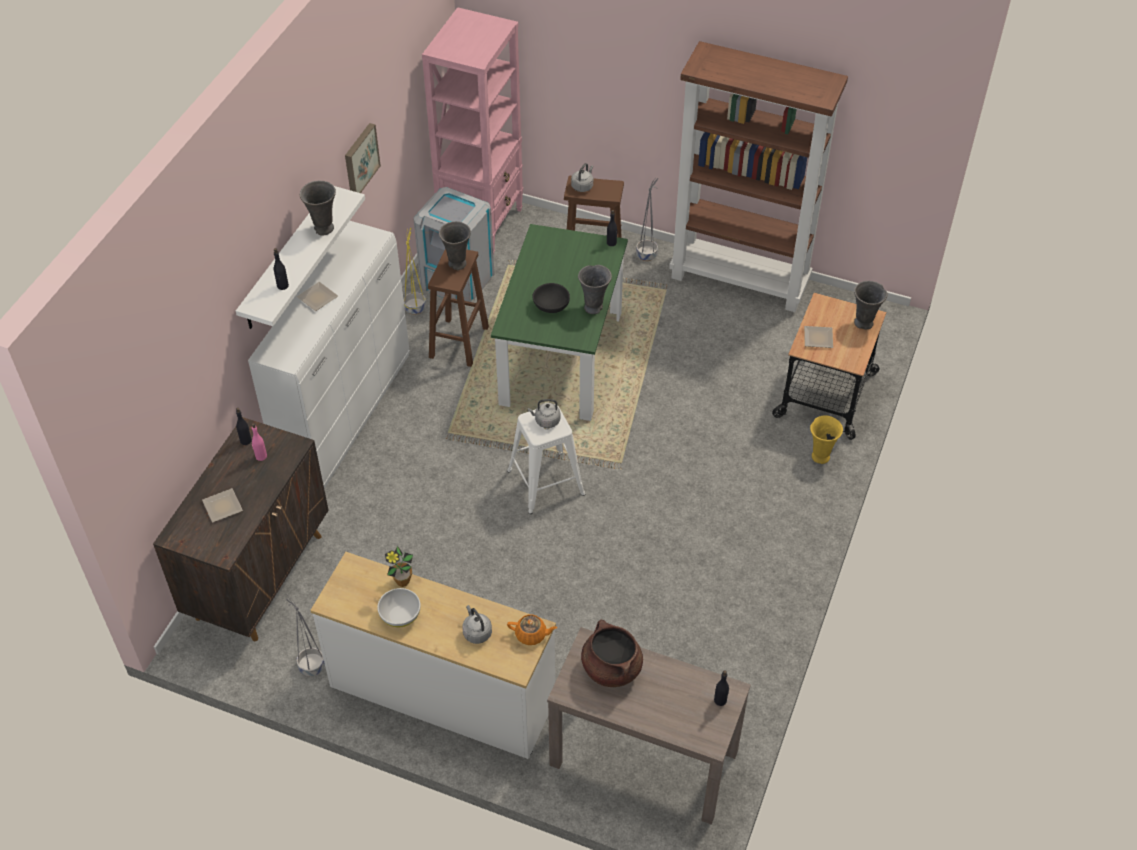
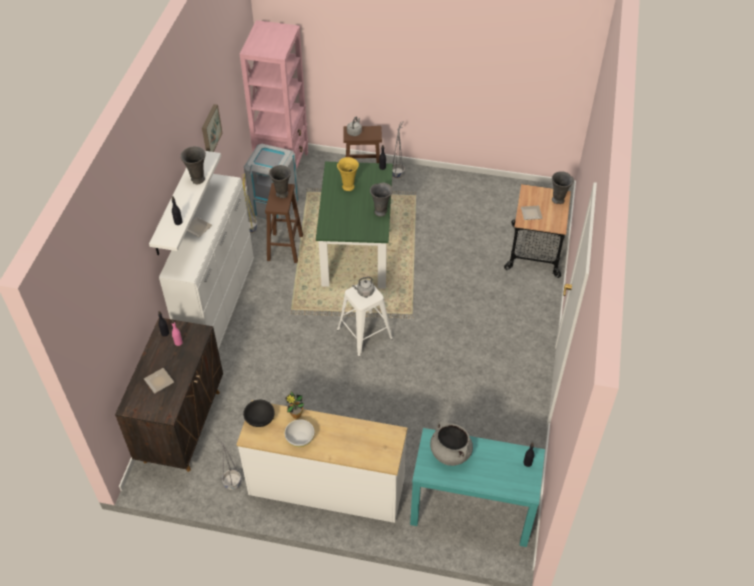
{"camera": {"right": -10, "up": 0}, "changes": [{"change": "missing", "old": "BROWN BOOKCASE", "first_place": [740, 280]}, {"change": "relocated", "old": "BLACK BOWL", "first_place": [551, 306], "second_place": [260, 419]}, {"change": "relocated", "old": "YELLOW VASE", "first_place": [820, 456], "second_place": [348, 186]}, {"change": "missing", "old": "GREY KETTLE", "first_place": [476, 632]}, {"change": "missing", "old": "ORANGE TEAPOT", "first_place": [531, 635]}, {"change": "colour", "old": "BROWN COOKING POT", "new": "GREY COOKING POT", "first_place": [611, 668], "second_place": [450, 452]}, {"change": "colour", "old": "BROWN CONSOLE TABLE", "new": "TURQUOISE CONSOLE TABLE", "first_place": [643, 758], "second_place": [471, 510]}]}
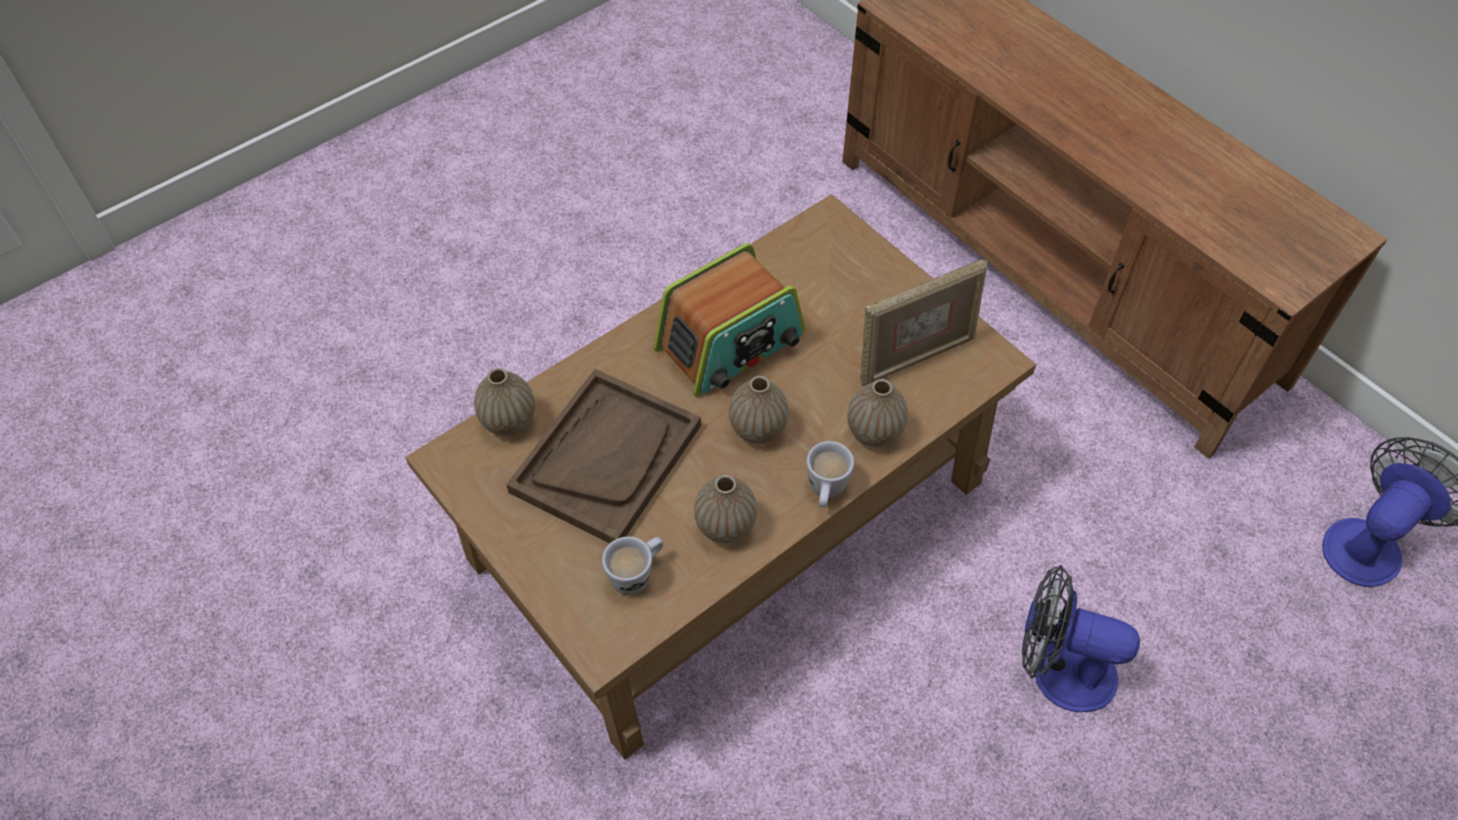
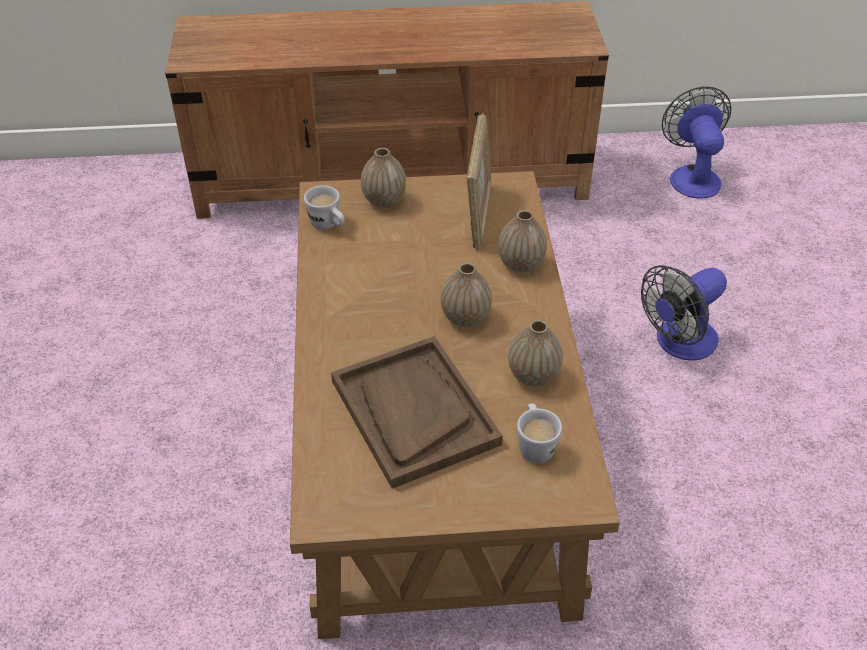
{"camera": {"right": -55, "up": -10}, "changes": [{"change": "missing", "old": "RADIO", "first_place": [731, 343]}, {"change": "relocated", "old": "VASE", "first_place": [509, 421], "second_place": [384, 200]}, {"change": "relocated", "old": "WHITE MUG", "first_place": [826, 492], "second_place": [328, 226]}]}
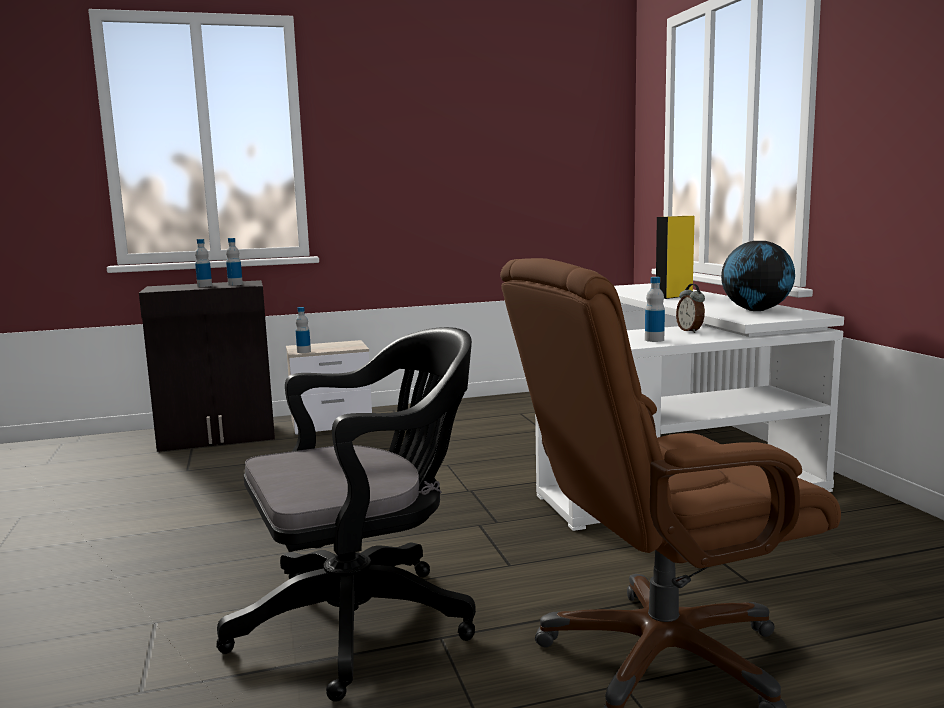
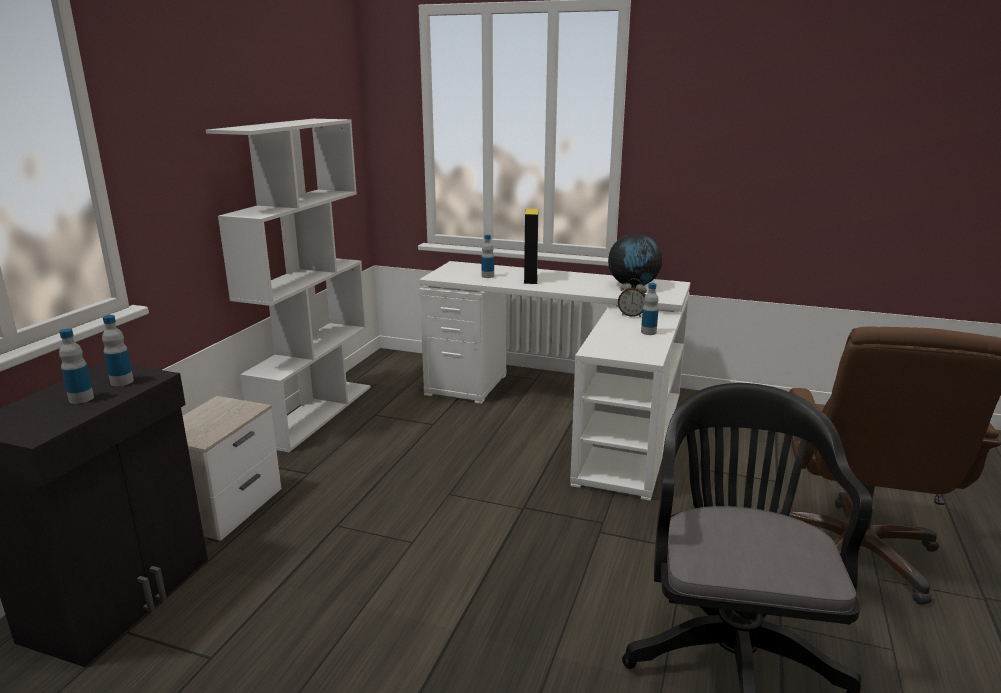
{"camera": {"right": -55, "up": 10}, "changes": [{"change": "relocated", "old": "BOTTLE", "first_place": [304, 352], "second_place": [487, 276]}, {"change": "appeared", "new": "WHITE BOOKCASE", "second_place": [315, 413]}]}
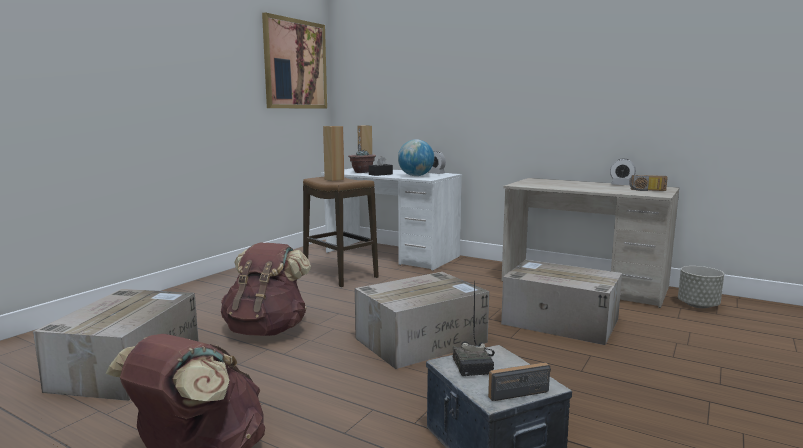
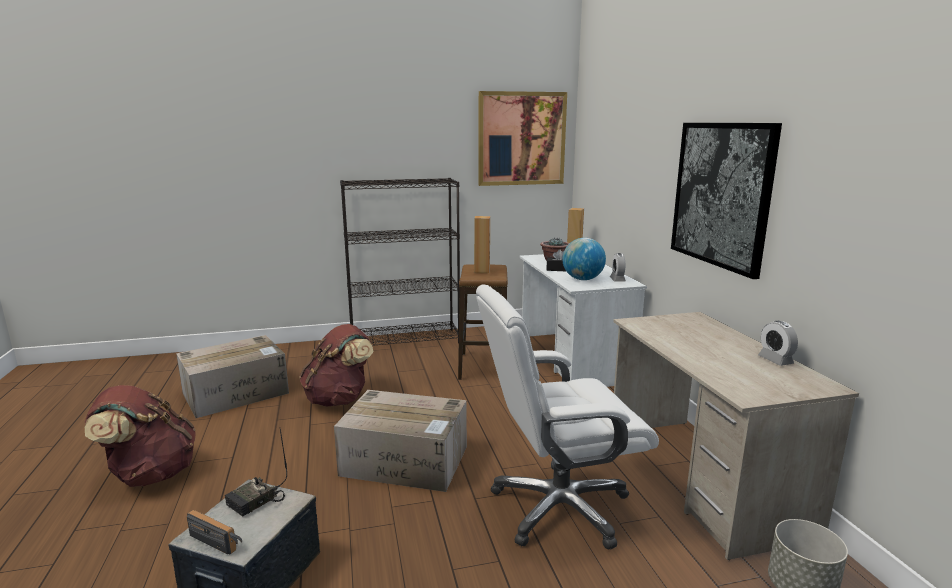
{"camera": {"right": 45, "up": 5}, "changes": [{"change": "missing", "old": "RADIO", "first_place": [647, 190]}, {"change": "exchanged", "old": "CARDBOARD BOX", "new": "WHITE OFFICE CHAIR", "first_place": [558, 321], "second_place": [558, 507]}, {"change": "appeared", "new": "PICTURE", "second_place": [721, 194]}, {"change": "appeared", "new": "BLACK BOOKCASE", "second_place": [405, 340]}]}
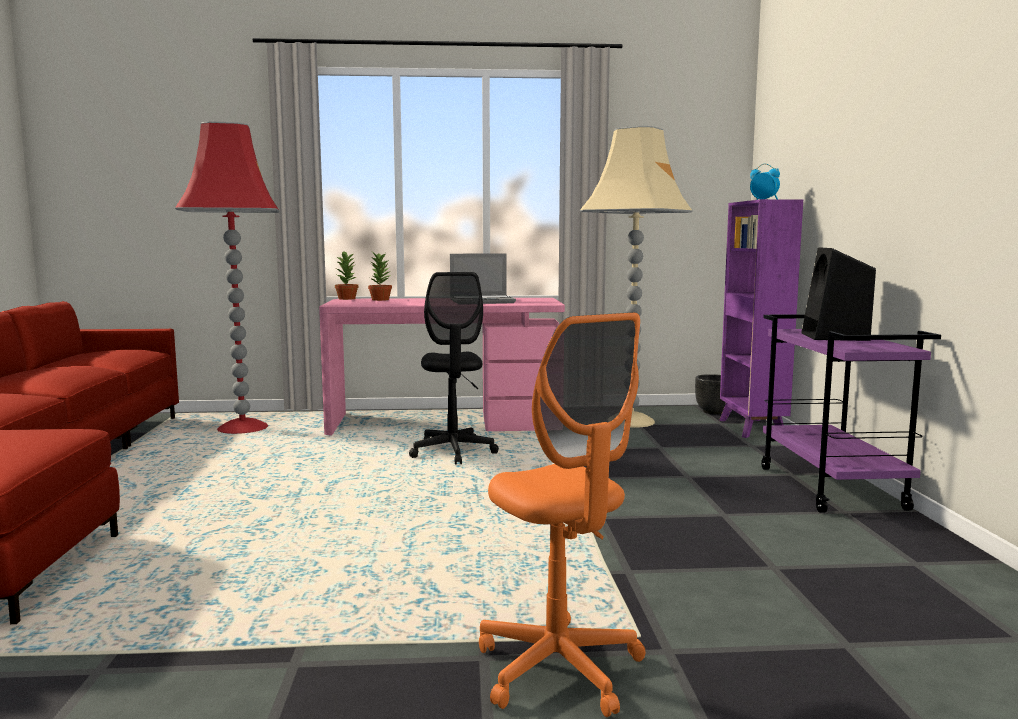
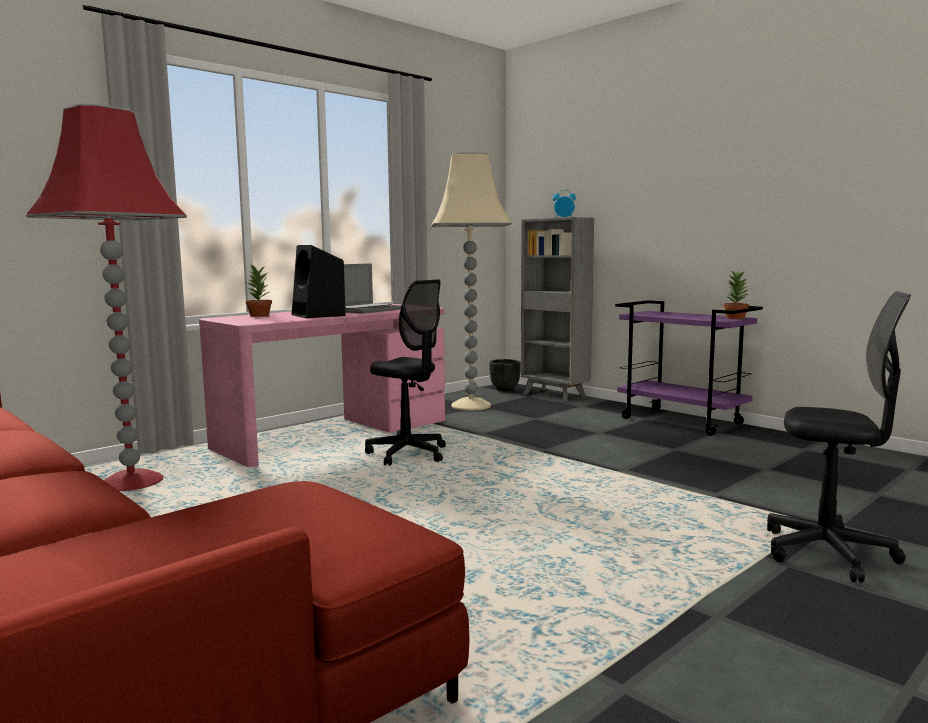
{"camera": {"right": -40, "up": 0}, "changes": [{"change": "colour", "old": "PURPLE BOOKCASE", "new": "GREY BOOKCASE", "first_place": [751, 428], "second_place": [555, 396]}, {"change": "relocated", "old": "BLACK SPEAKER", "first_place": [835, 337], "second_place": [319, 315]}, {"change": "relocated", "old": "POTTED PLANT", "first_place": [347, 298], "second_place": [735, 318]}, {"change": "colour", "old": "ORANGE OFFICE CHAIR", "new": "BLACK OFFICE CHAIR", "first_place": [559, 669], "second_place": [828, 553]}]}
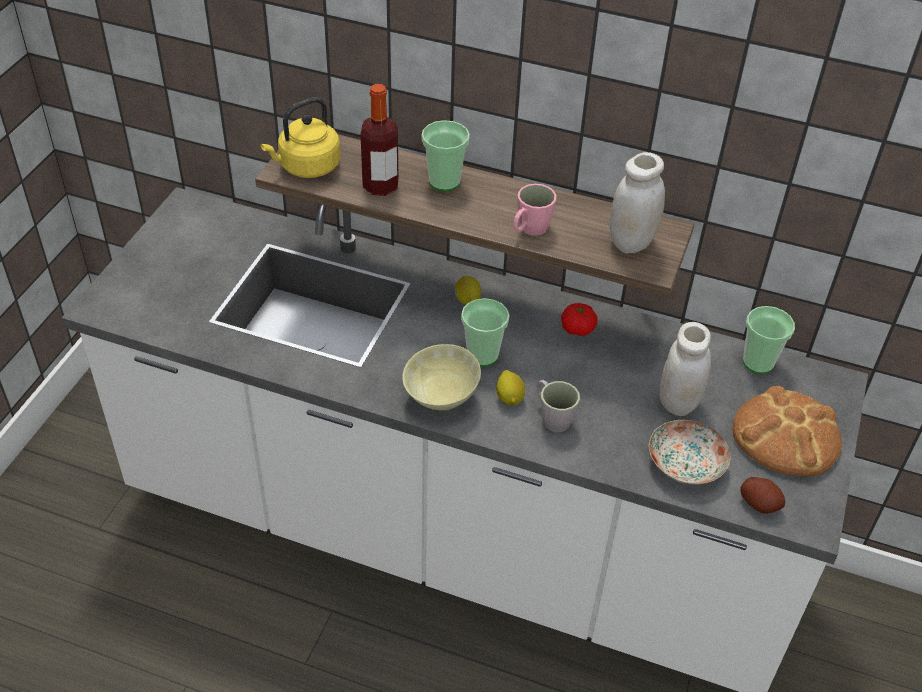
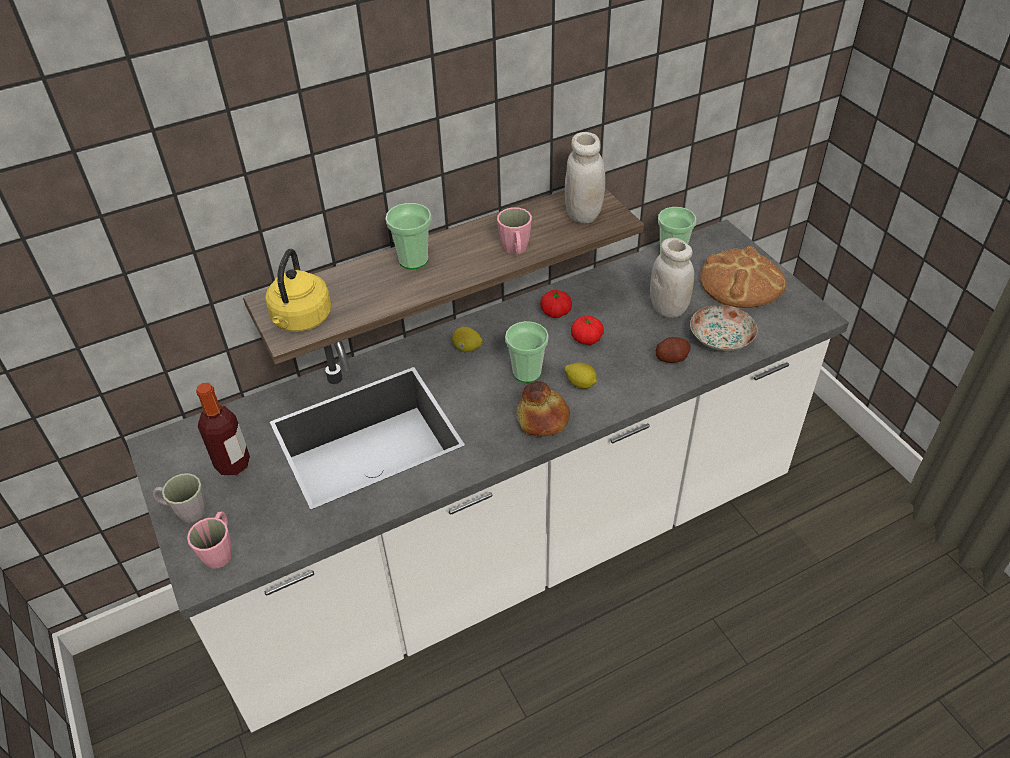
{"camera": {"right": -45, "up": 0}, "changes": [{"change": "relocated", "old": "BOTTLE", "first_place": [380, 186], "second_place": [233, 464]}, {"change": "exchanged", "old": "BEIGE BOWL", "new": "BREAD", "first_place": [440, 397], "second_place": [542, 419]}, {"change": "relocated", "old": "GREY MUG", "first_place": [552, 417], "second_place": [185, 510]}, {"change": "relocated", "old": "POTATO", "first_place": [759, 503], "second_place": [671, 358]}, {"change": "appeared", "new": "TOMATO", "second_place": [586, 338]}, {"change": "appeared", "new": "PINK MUG", "second_place": [220, 550]}]}
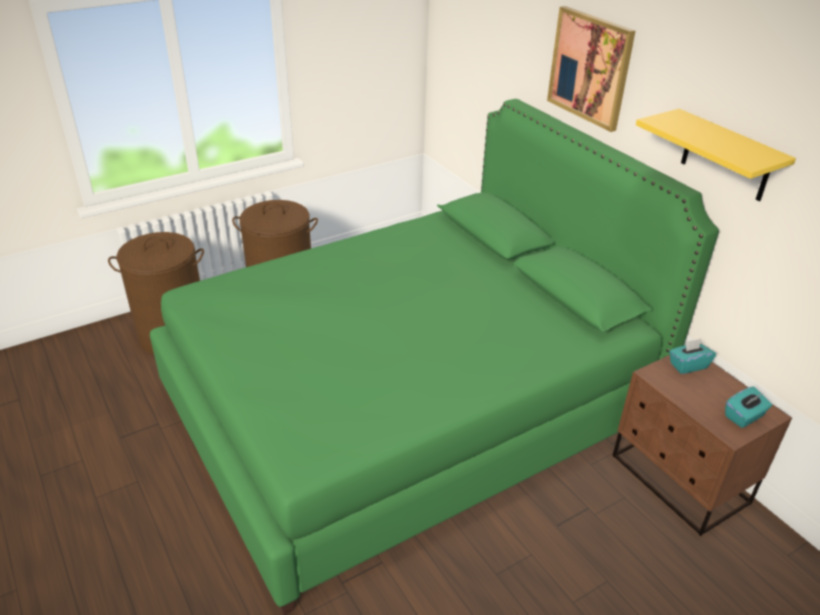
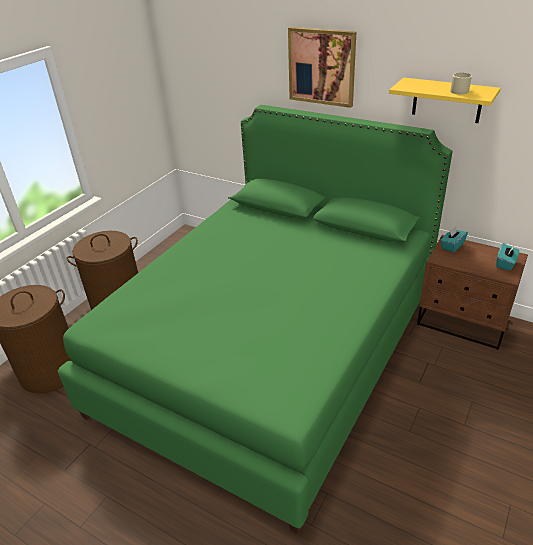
{"camera": {"right": -25, "up": 0}, "changes": [{"change": "appeared", "new": "BEIGE MUG", "second_place": [461, 91]}]}
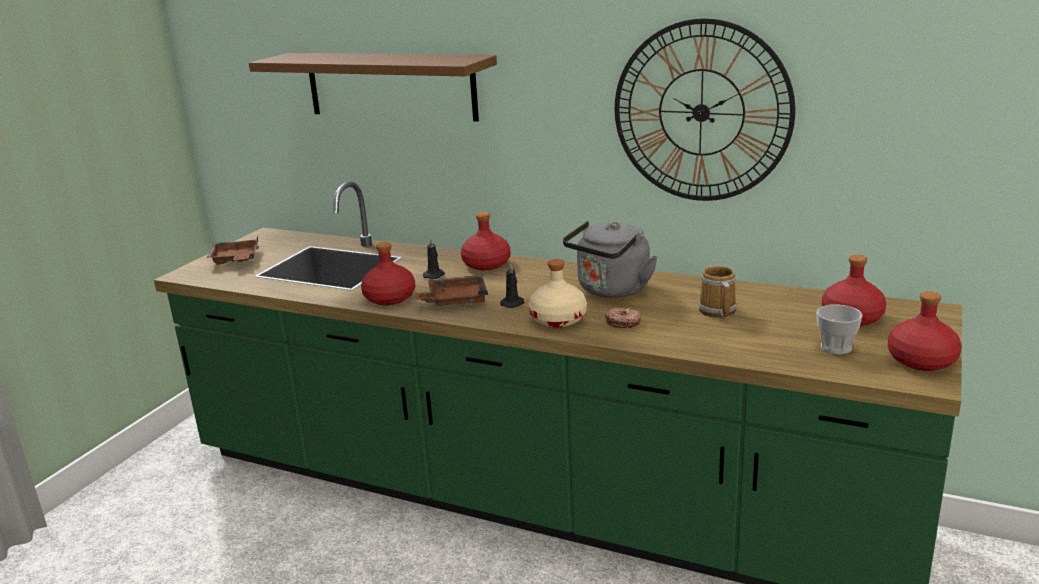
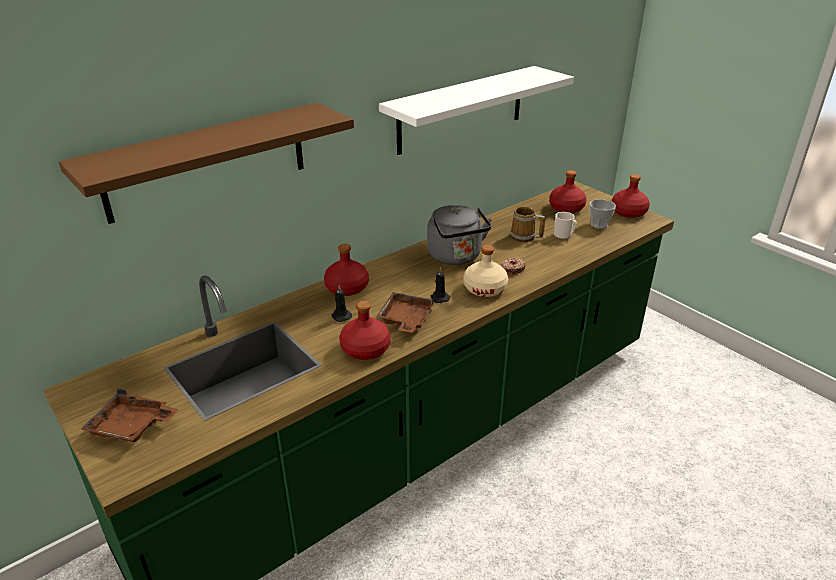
{"camera": {"right": -65, "up": 10}, "changes": [{"change": "exchanged", "old": "WALL CLOCK", "new": "WHITE SHELF", "first_place": [701, 112], "second_place": [461, 109]}, {"change": "appeared", "new": "MUG", "second_place": [564, 236]}]}
